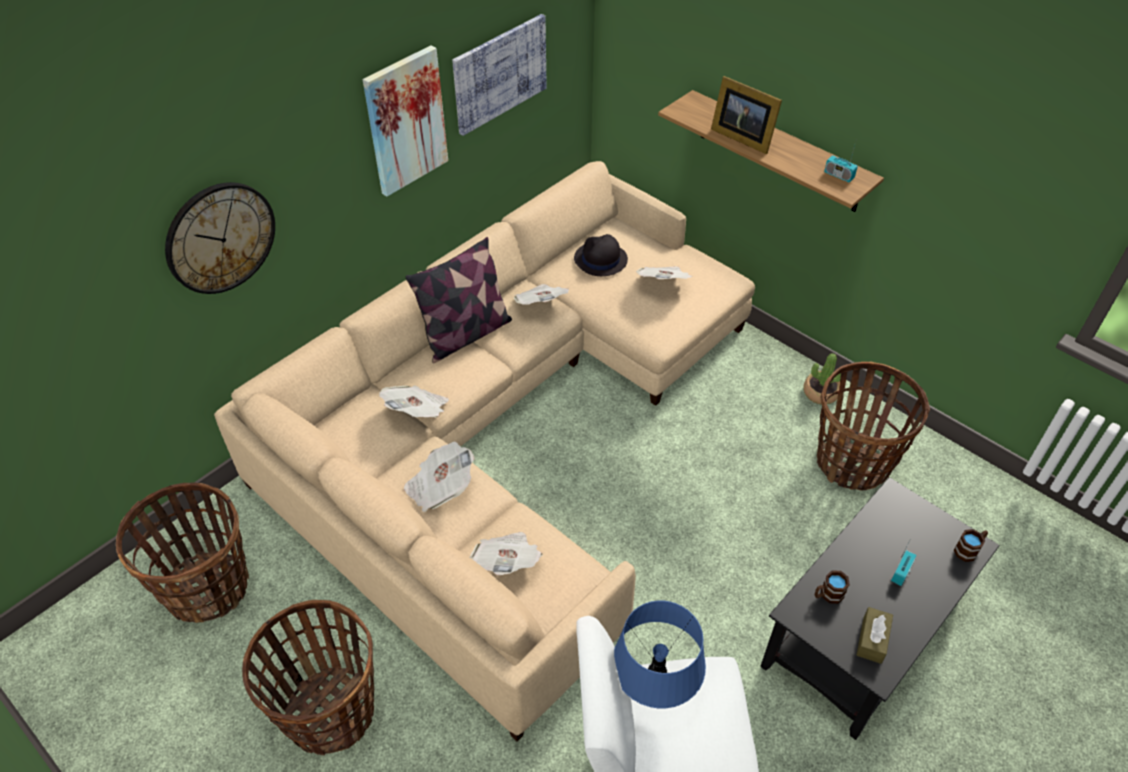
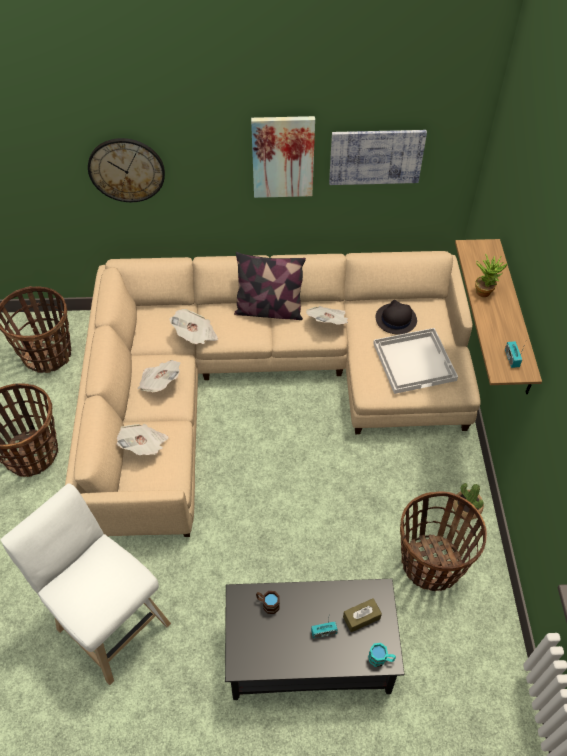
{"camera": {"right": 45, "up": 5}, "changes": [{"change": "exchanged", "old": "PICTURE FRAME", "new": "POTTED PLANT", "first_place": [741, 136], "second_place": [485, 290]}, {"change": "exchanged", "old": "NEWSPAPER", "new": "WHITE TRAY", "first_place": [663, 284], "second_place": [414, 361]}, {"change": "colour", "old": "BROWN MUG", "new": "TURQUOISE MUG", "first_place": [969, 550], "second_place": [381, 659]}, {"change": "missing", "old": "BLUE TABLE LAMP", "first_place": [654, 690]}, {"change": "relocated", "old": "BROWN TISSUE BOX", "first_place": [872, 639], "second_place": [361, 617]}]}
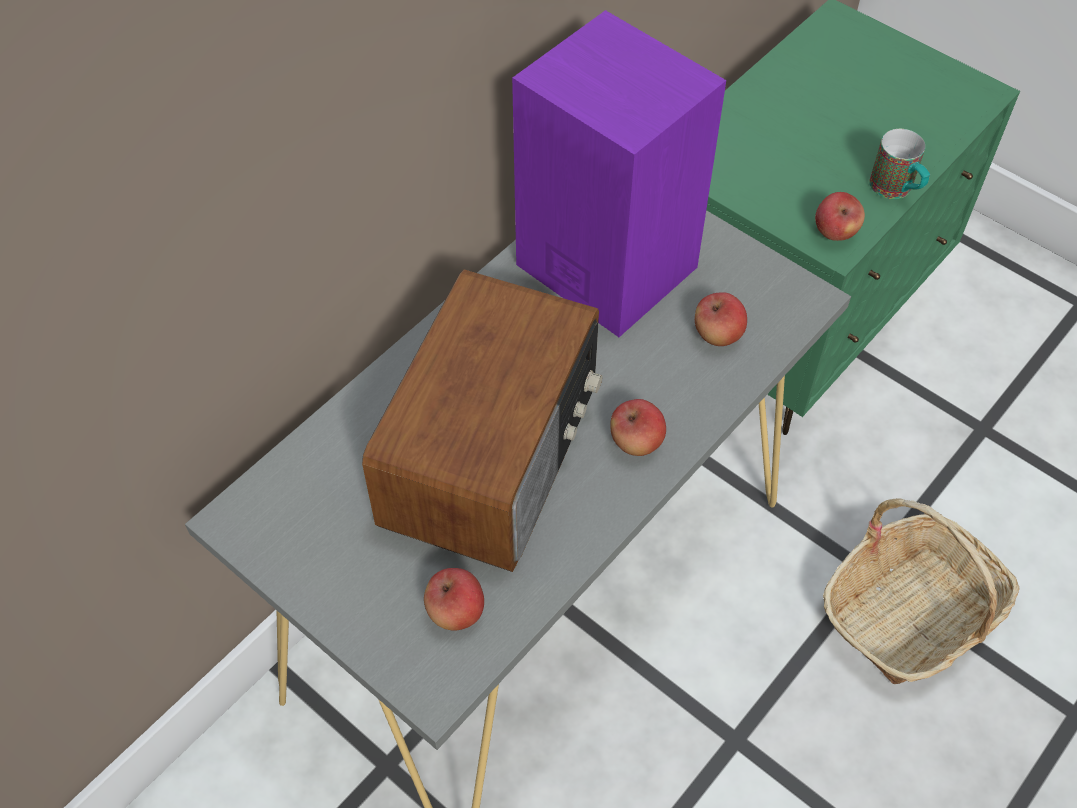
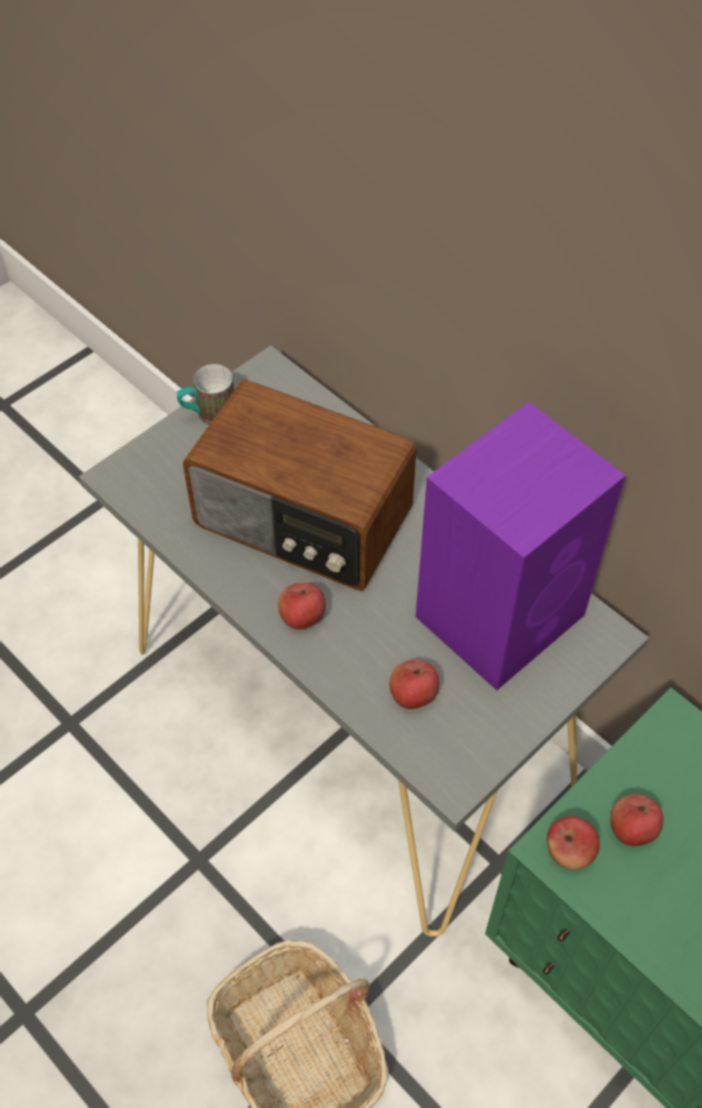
{"camera": {"right": 95, "up": 0}, "changes": [{"change": "relocated", "old": "MUG", "first_place": [896, 191], "second_place": [208, 415]}, {"change": "relocated", "old": "APPLE", "first_place": [456, 612], "second_place": [631, 830]}]}
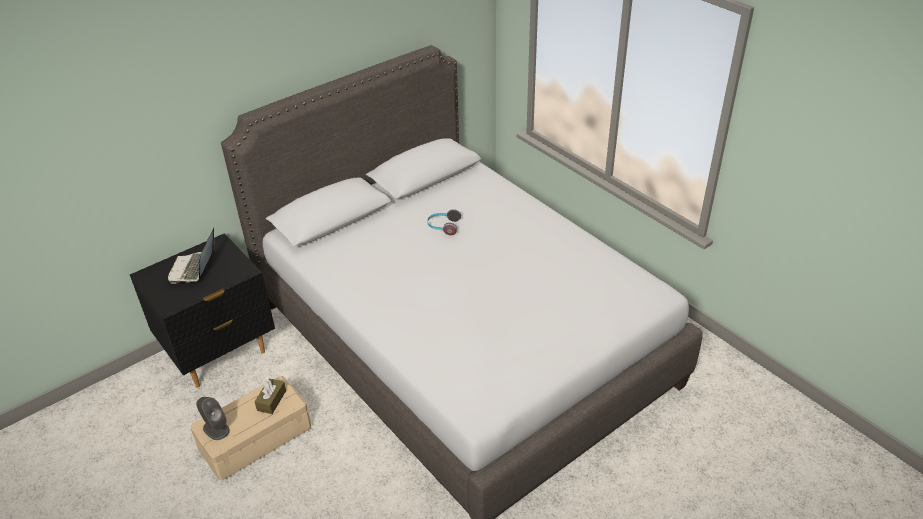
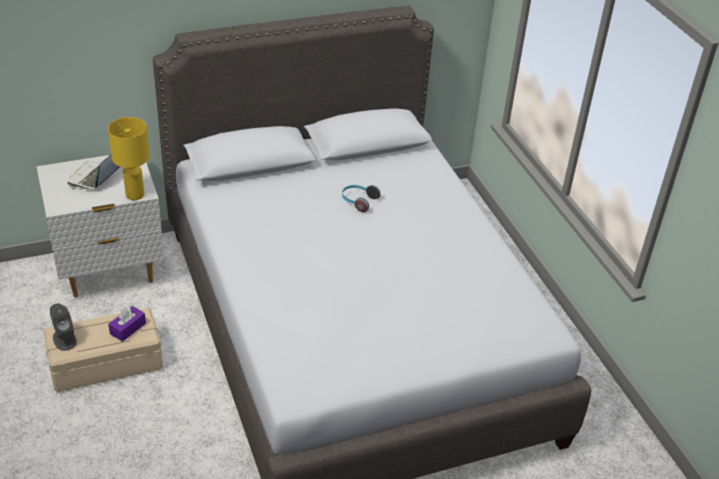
{"camera": {"right": 15, "up": 0}, "changes": [{"change": "colour", "old": "BLACK NIGHTSTAND", "new": "WHITE NIGHTSTAND", "first_place": [220, 355], "second_place": [109, 272]}, {"change": "colour", "old": "BROWN TISSUE BOX", "new": "PURPLE TISSUE BOX", "first_place": [271, 400], "second_place": [128, 328]}, {"change": "appeared", "new": "YELLOW TABLE LAMP", "second_place": [135, 195]}]}
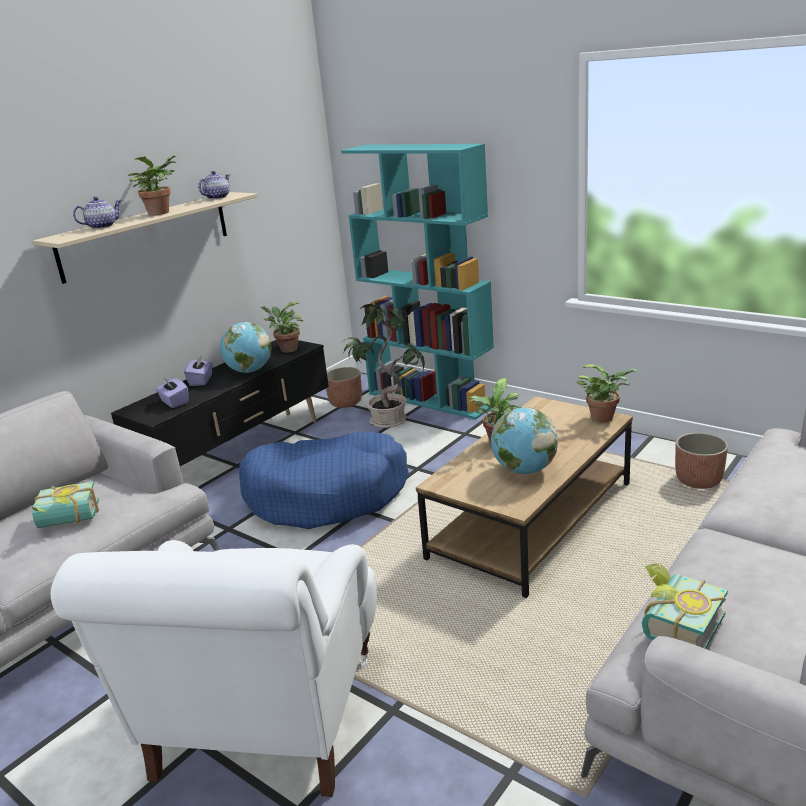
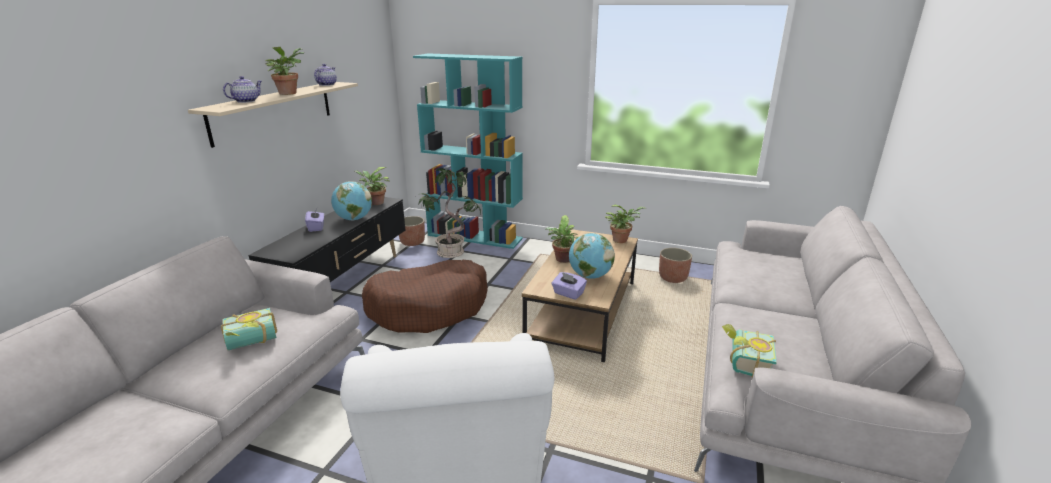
{"camera": {"right": -20, "up": 0}, "changes": [{"change": "relocated", "old": "PURPLE TISSUE BOX", "first_place": [174, 402], "second_place": [568, 294]}, {"change": "colour", "old": "BLUE DOG BED", "new": "BROWN DOG BED", "first_place": [327, 495], "second_place": [429, 308]}]}
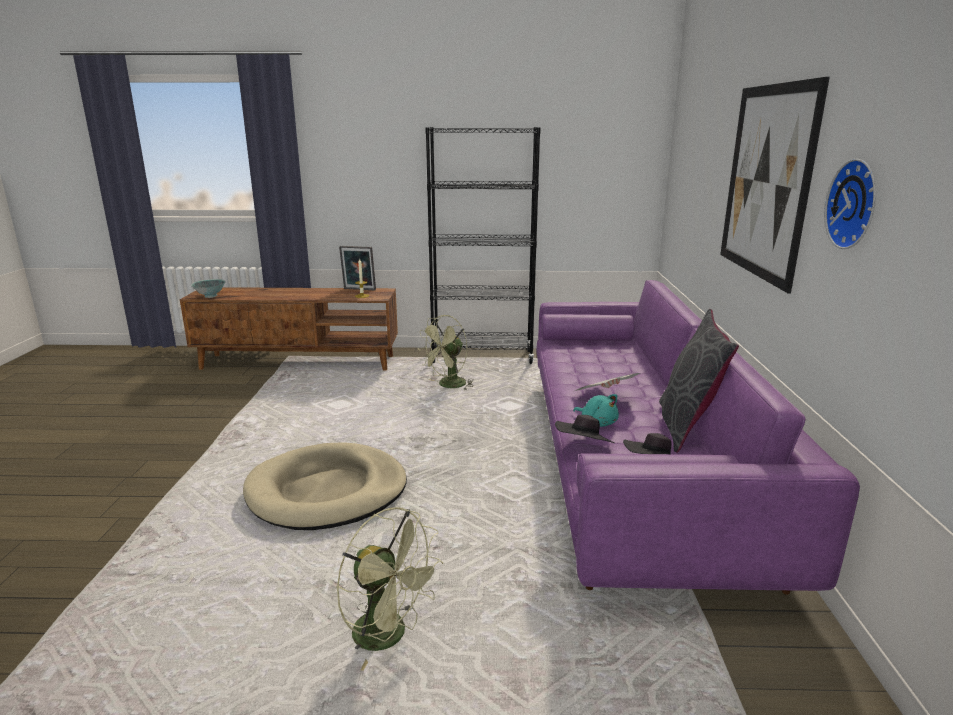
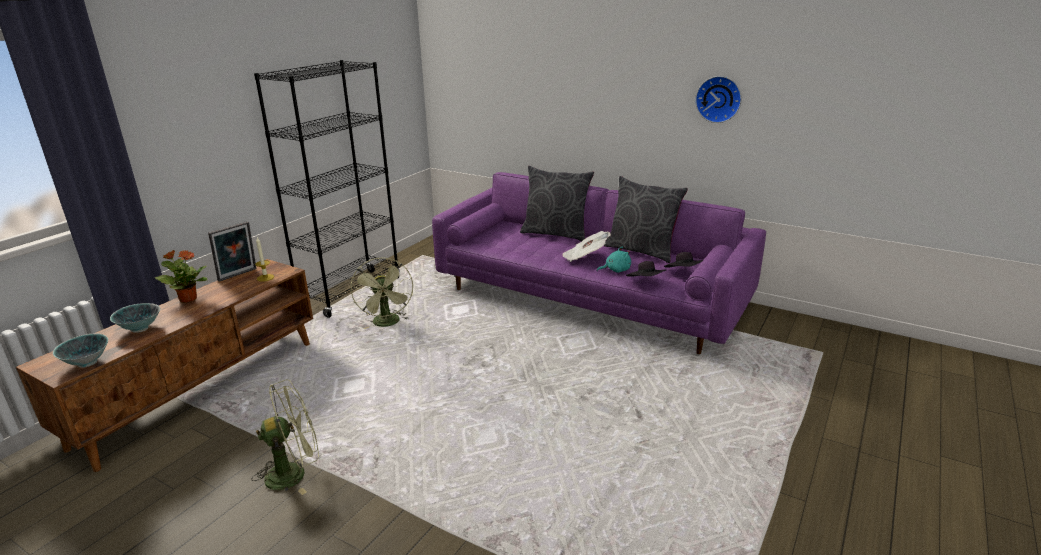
{"camera": {"right": -60, "up": 5}, "changes": [{"change": "missing", "old": "PICTURE", "first_place": [766, 182]}, {"change": "missing", "old": "BEIGE DOG BED", "first_place": [327, 491]}, {"change": "relocated", "old": "GREEN FAN", "first_place": [390, 635], "second_place": [294, 473]}, {"change": "appeared", "new": "GREY PILLOW", "second_place": [555, 233]}, {"change": "appeared", "new": "POTTED PLANT", "second_place": [188, 299]}, {"change": "appeared", "new": "BOWL", "second_place": [140, 329]}]}
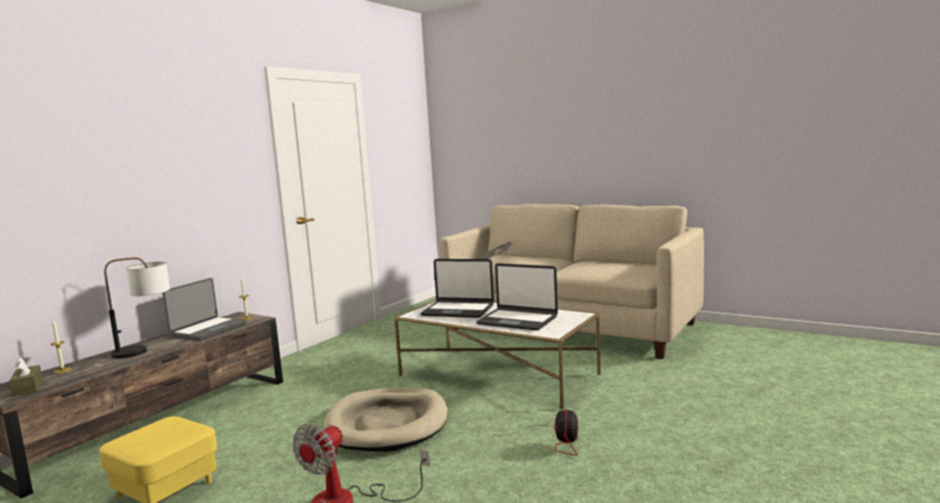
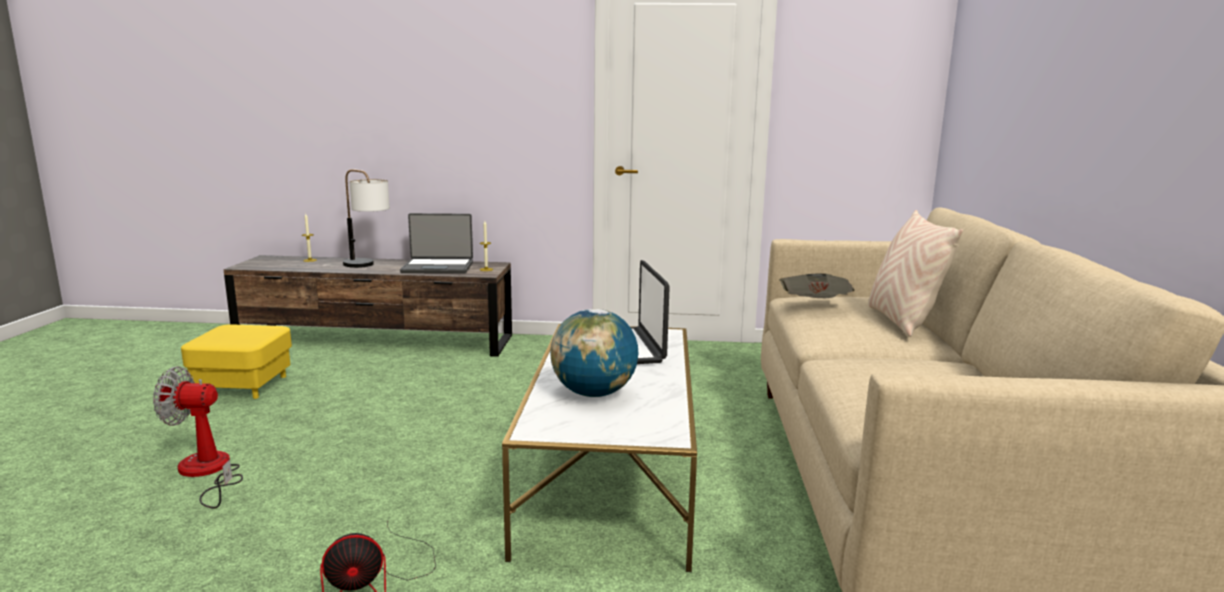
{"camera": {"right": 60, "up": 5}, "changes": [{"change": "exchanged", "old": "LAPTOP", "new": "GLOBE", "first_place": [518, 320], "second_place": [594, 393]}, {"change": "missing", "old": "BROWN TISSUE BOX", "first_place": [28, 388]}, {"change": "missing", "old": "BEIGE DOG BED", "first_place": [387, 424]}, {"change": "appeared", "new": "BEIGE PILLOW", "second_place": [902, 322]}]}
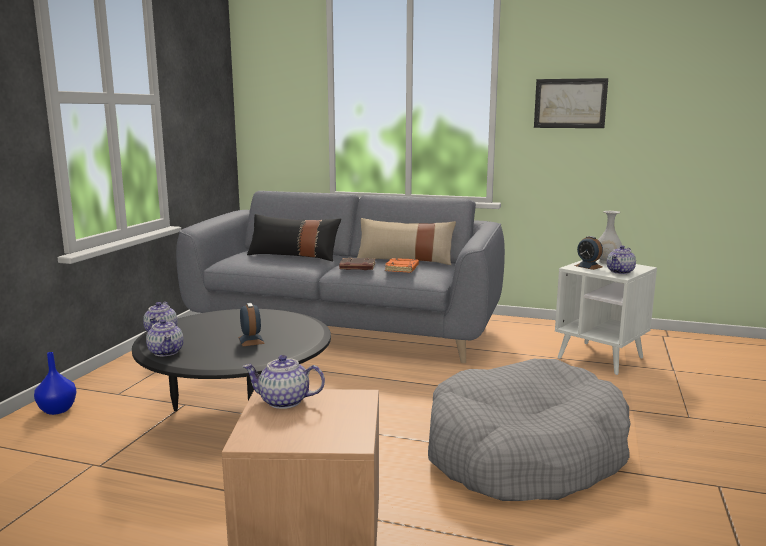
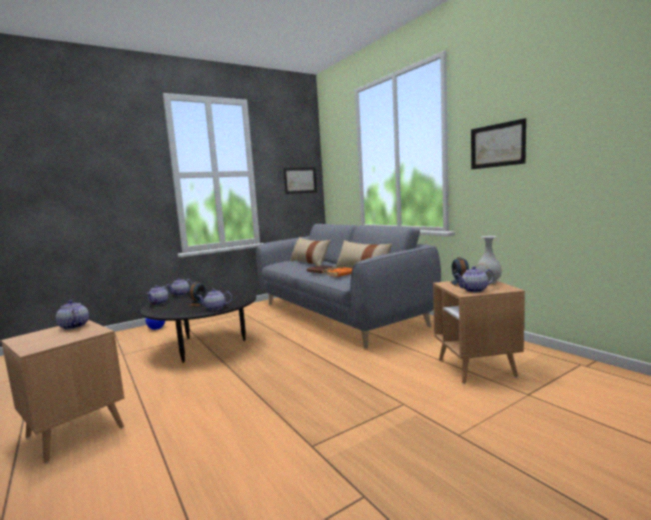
{"camera": {"right": 40, "up": -5}, "changes": [{"change": "colour", "old": "BLACK PILLOW", "new": "BEIGE PILLOW", "first_place": [293, 256], "second_place": [309, 263]}, {"change": "colour", "old": "WHITE SIDE TABLE", "new": "BROWN SIDE TABLE", "first_place": [600, 358], "second_place": [476, 368]}, {"change": "missing", "old": "GREY DOG BED", "first_place": [524, 453]}, {"change": "appeared", "new": "PICTURE", "second_place": [300, 180]}, {"change": "appeared", "new": "TEAPOT", "second_place": [215, 308]}]}
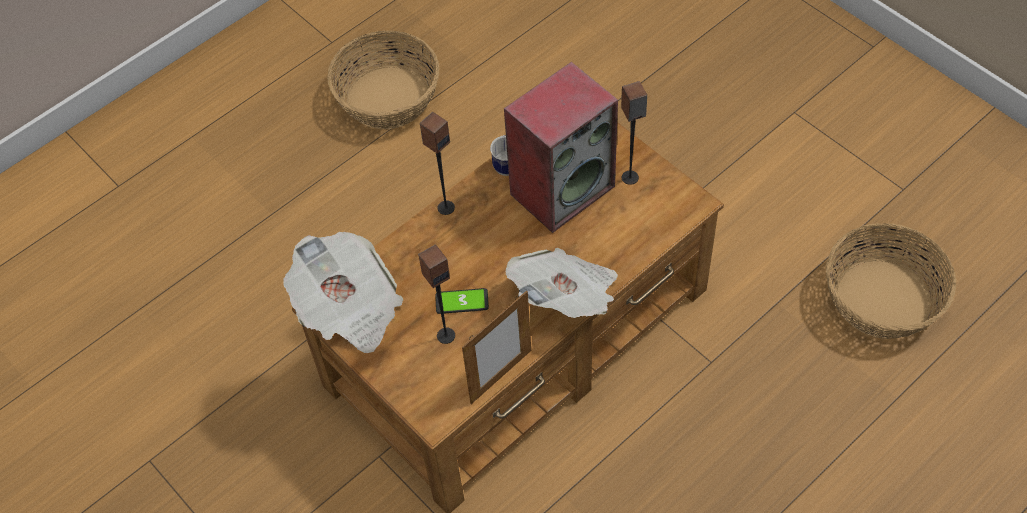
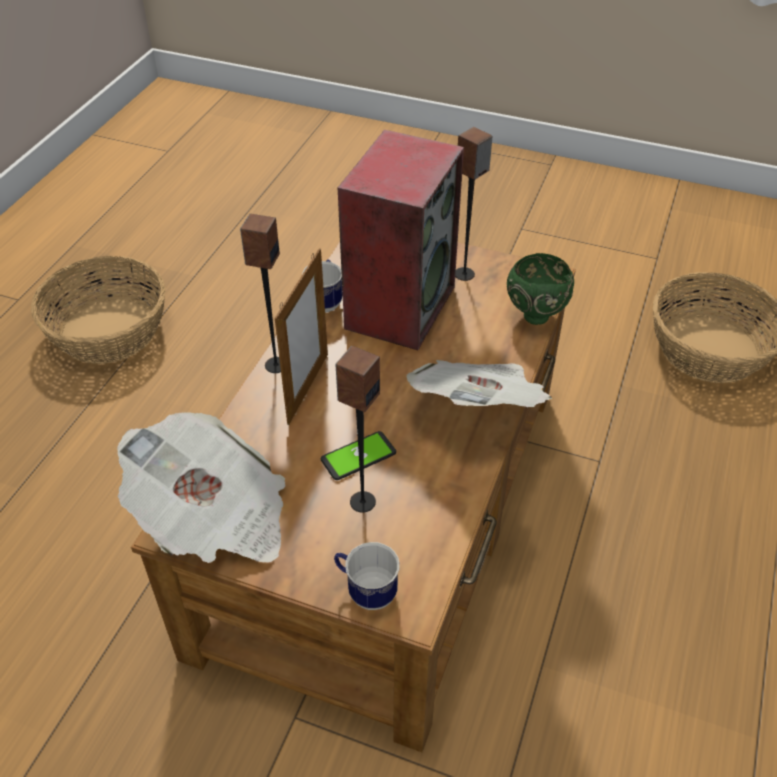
{"camera": {"right": -30, "up": -10}, "changes": [{"change": "relocated", "old": "PICTURE FRAME", "first_place": [501, 376], "second_place": [308, 388]}, {"change": "appeared", "new": "GREEN BOWL", "second_place": [535, 315]}, {"change": "appeared", "new": "MUG", "second_place": [366, 591]}]}
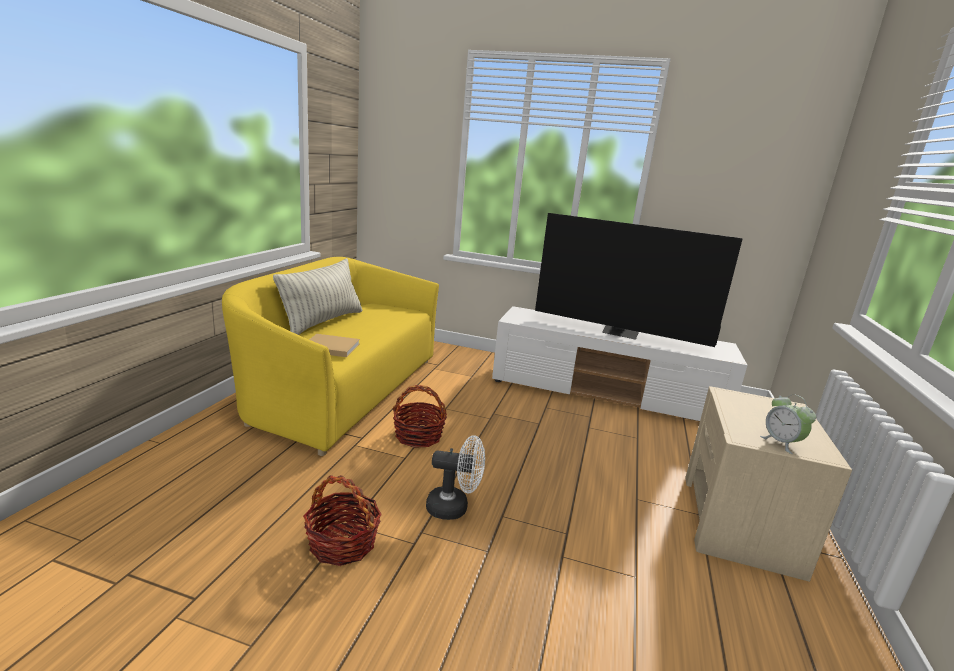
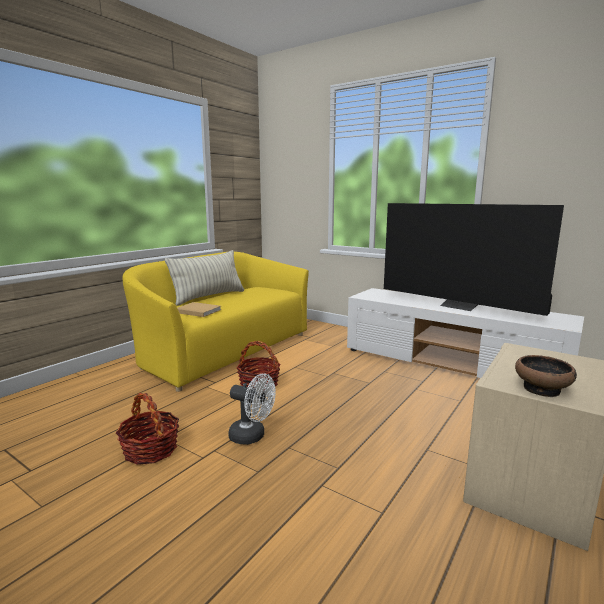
{"camera": {"right": 20, "up": -5}, "changes": [{"change": "exchanged", "old": "ALARM CLOCK", "new": "BOWL", "first_place": [781, 443], "second_place": [542, 389]}]}
